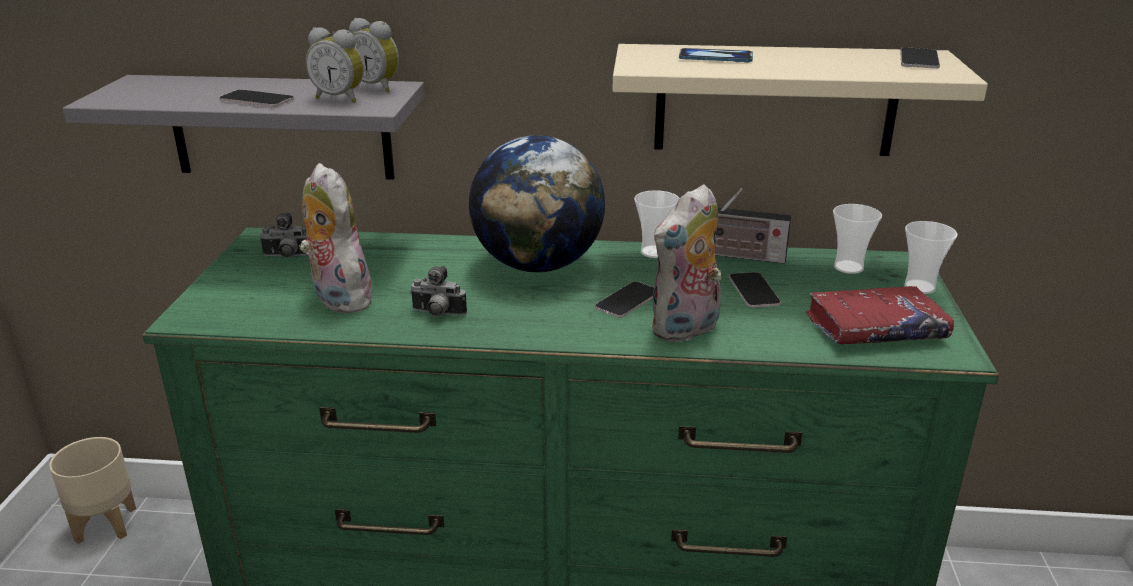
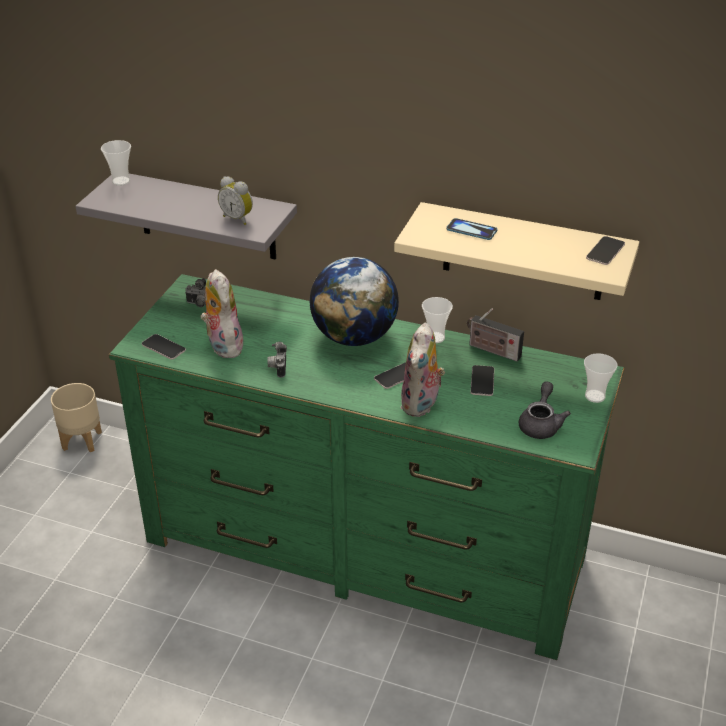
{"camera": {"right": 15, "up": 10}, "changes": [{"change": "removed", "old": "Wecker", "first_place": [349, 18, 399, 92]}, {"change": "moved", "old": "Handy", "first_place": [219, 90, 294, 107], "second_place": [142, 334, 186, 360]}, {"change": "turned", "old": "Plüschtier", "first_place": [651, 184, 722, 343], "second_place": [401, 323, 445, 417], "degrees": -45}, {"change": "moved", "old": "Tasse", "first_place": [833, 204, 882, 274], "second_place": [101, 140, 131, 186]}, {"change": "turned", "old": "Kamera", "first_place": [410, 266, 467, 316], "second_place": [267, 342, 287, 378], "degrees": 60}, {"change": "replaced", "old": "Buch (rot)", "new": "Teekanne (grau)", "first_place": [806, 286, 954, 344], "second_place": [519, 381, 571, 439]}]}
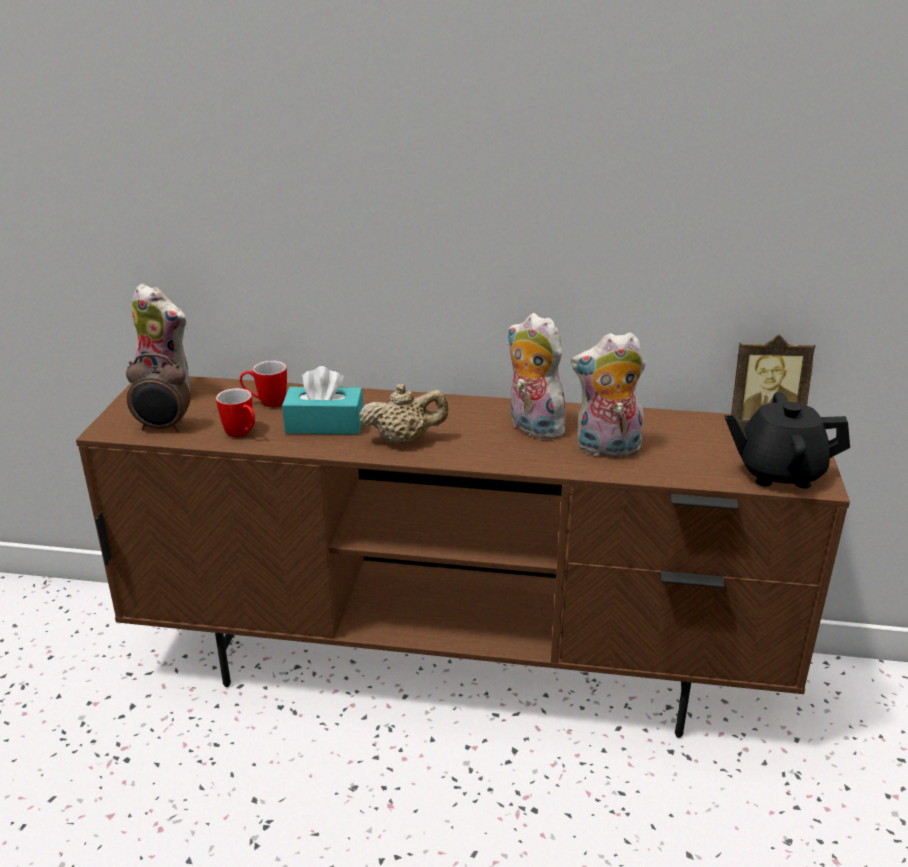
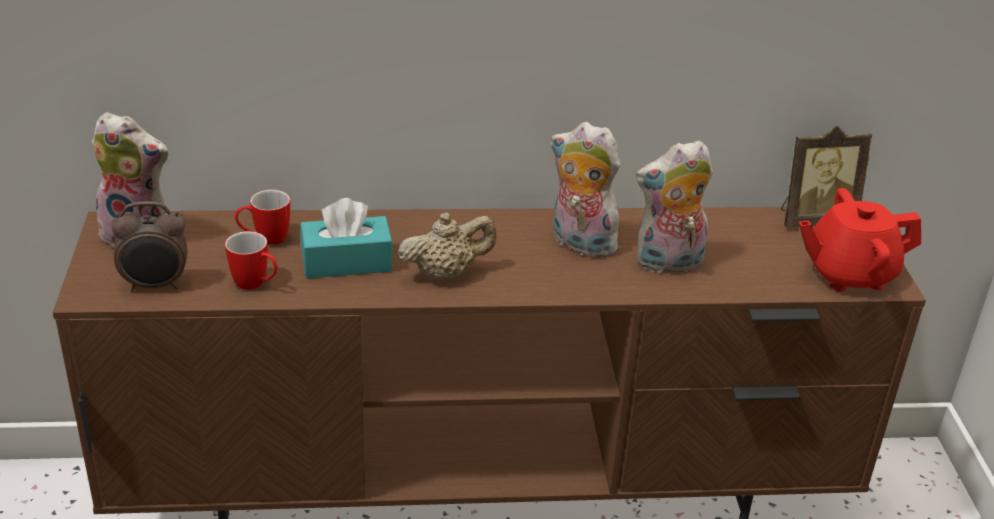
{"camera": {"right": -15, "up": 5}, "changes": [{"change": "recoloured", "old": "Teekanne (schwarz)", "new": "Teekanne (rot)", "first_place": [724, 392, 850, 488], "second_place": [799, 188, 921, 292]}]}
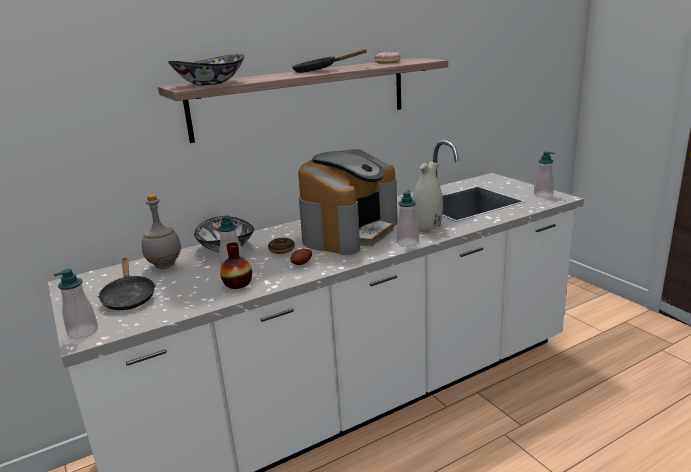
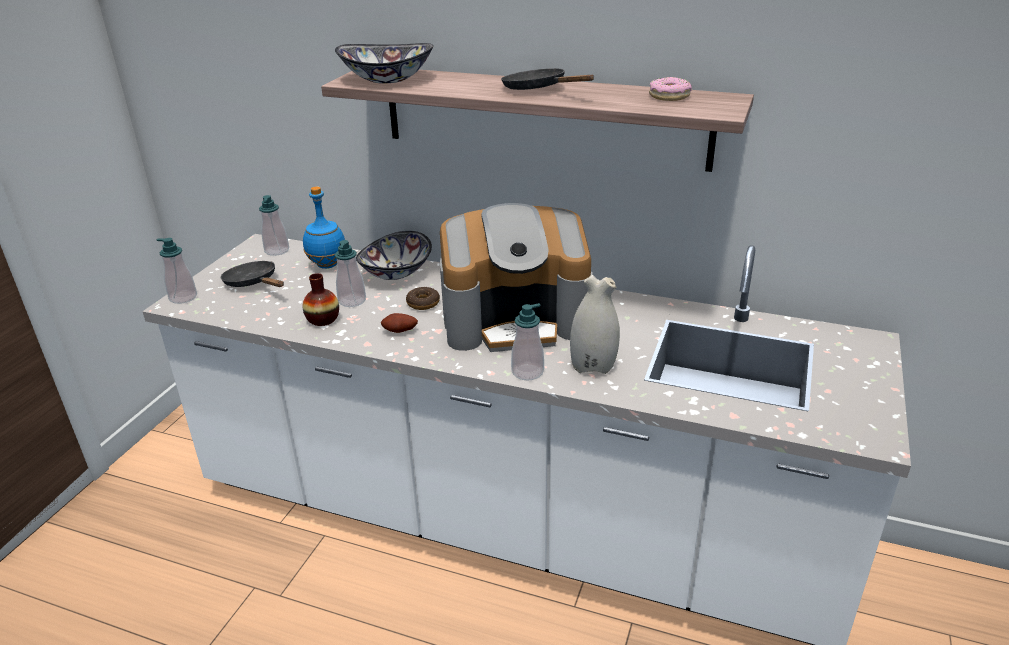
{"camera": {"right": 50, "up": 10}, "changes": [{"change": "moved", "old": "Seifenspender", "first_place": [534, 151, 554, 197], "second_place": [259, 195, 289, 256]}, {"change": "recoloured", "old": "Flasche (grau)", "new": "Flasche (blau)", "first_place": [142, 195, 182, 269], "second_place": [303, 187, 345, 269]}, {"change": "turned", "old": "Pfanne (schwarz)", "first_place": [98, 258, 156, 310], "second_place": [221, 261, 284, 287], "degrees": 105}]}
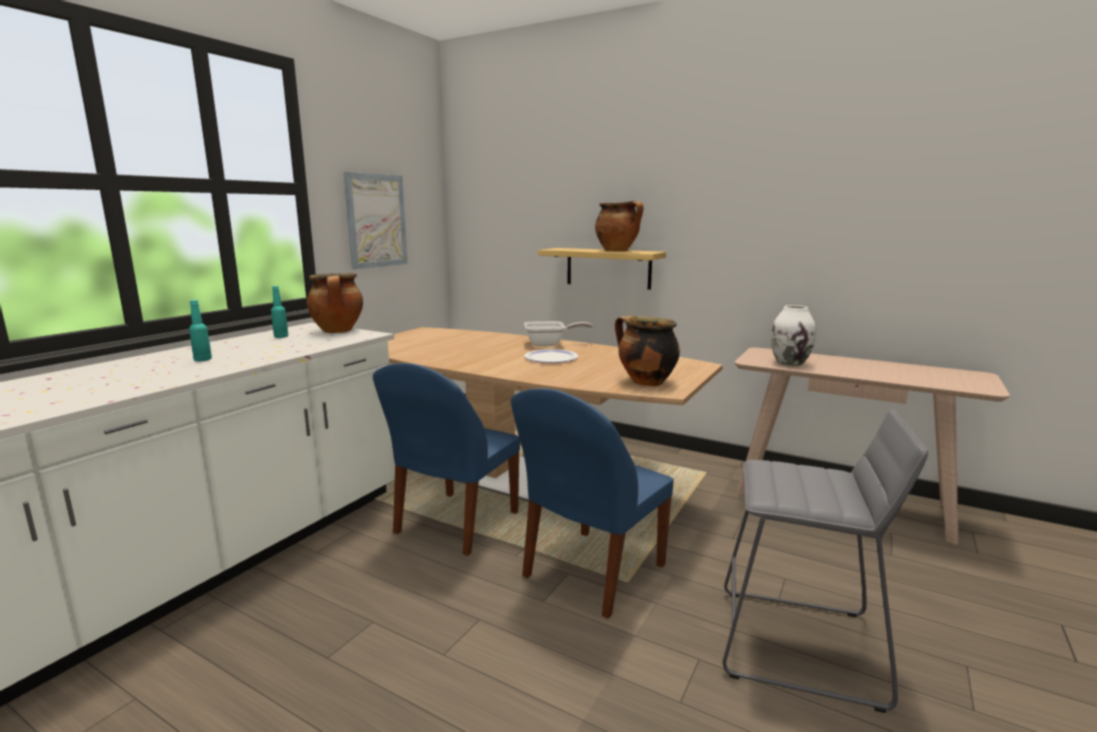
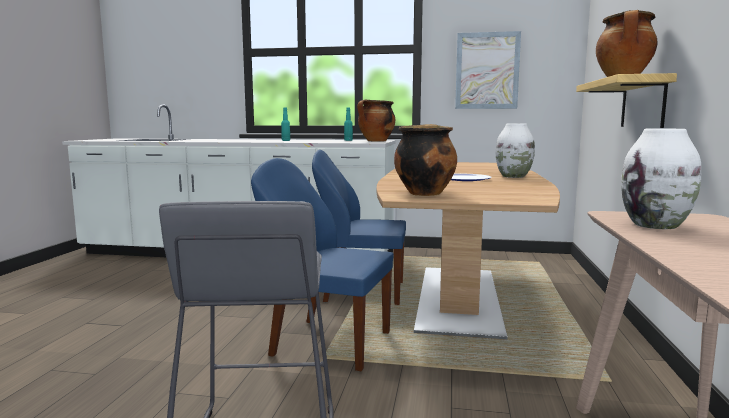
{"camera": {"right": 70, "up": -5}, "changes": [{"change": "replaced", "old": "Pfanne", "new": "Vase (weiß)", "first_place": [524, 321, 592, 347], "second_place": [496, 123, 535, 178]}]}
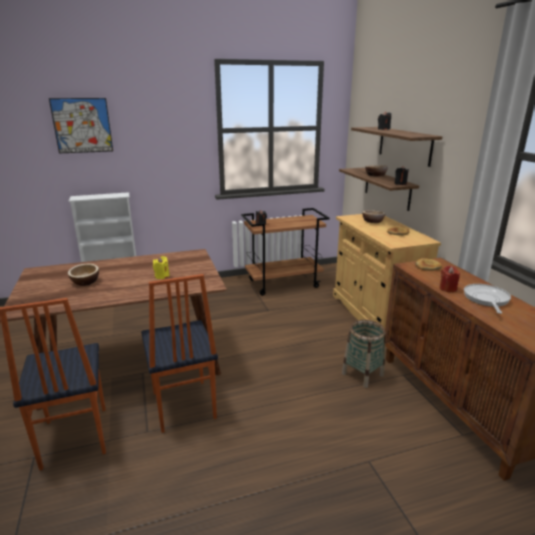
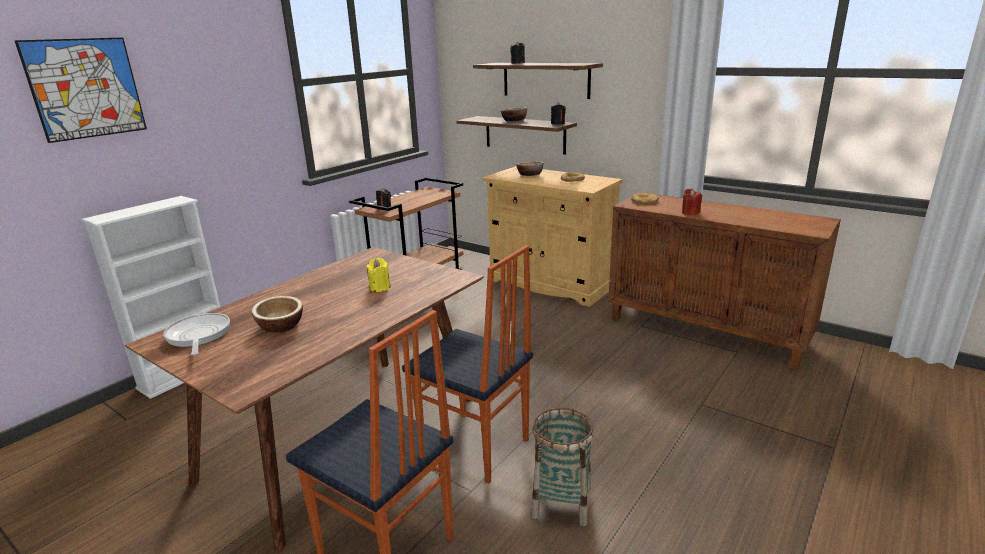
{"camera": {"right": -35, "up": 0}, "changes": [{"change": "moved", "old": "Pfanne", "first_place": [464, 284, 511, 314], "second_place": [163, 313, 230, 355]}, {"change": "moved", "old": "Korb", "first_place": [342, 320, 386, 388], "second_place": [531, 407, 594, 526]}]}
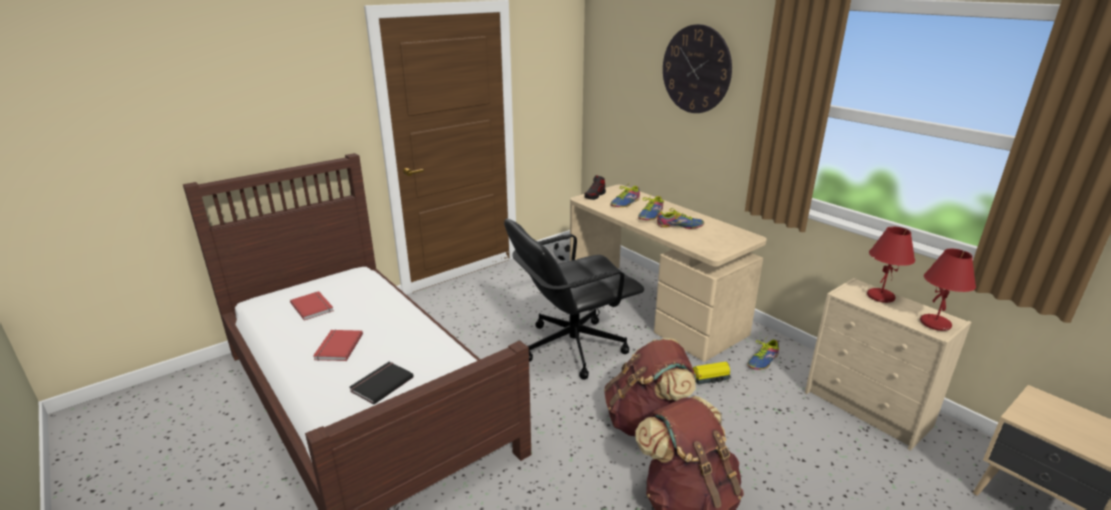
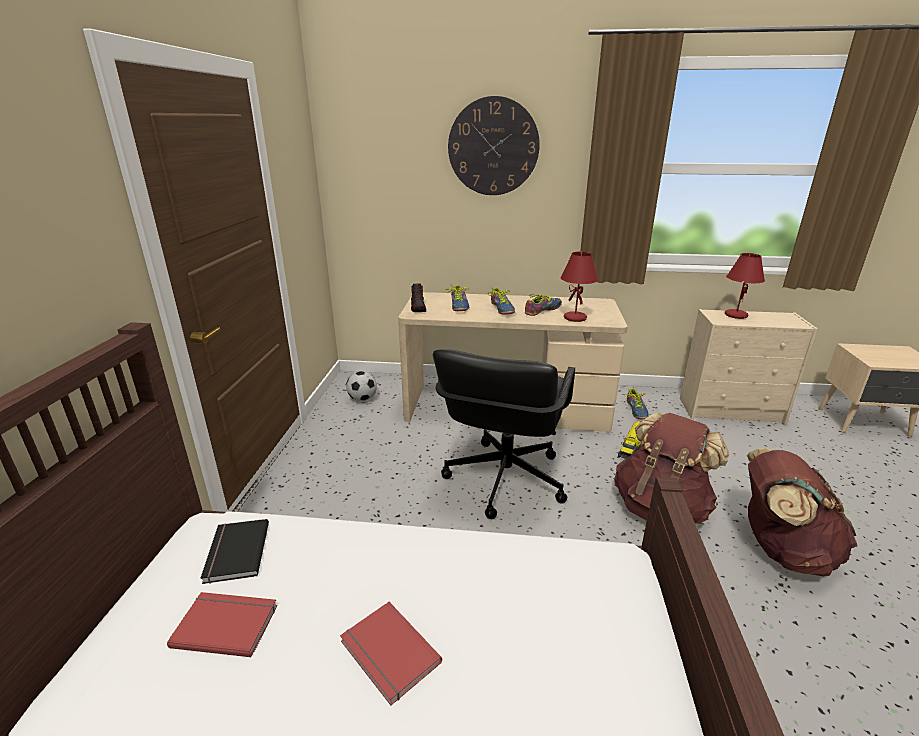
{"camera": {"right": -45, "up": 0}, "changes": [{"change": "moved", "old": "Tischlampe (rot)", "first_place": [920, 249, 976, 331], "second_place": [561, 252, 598, 322]}, {"change": "moved", "old": "Buch (schwarz)", "first_place": [349, 362, 414, 405], "second_place": [201, 519, 269, 584]}]}
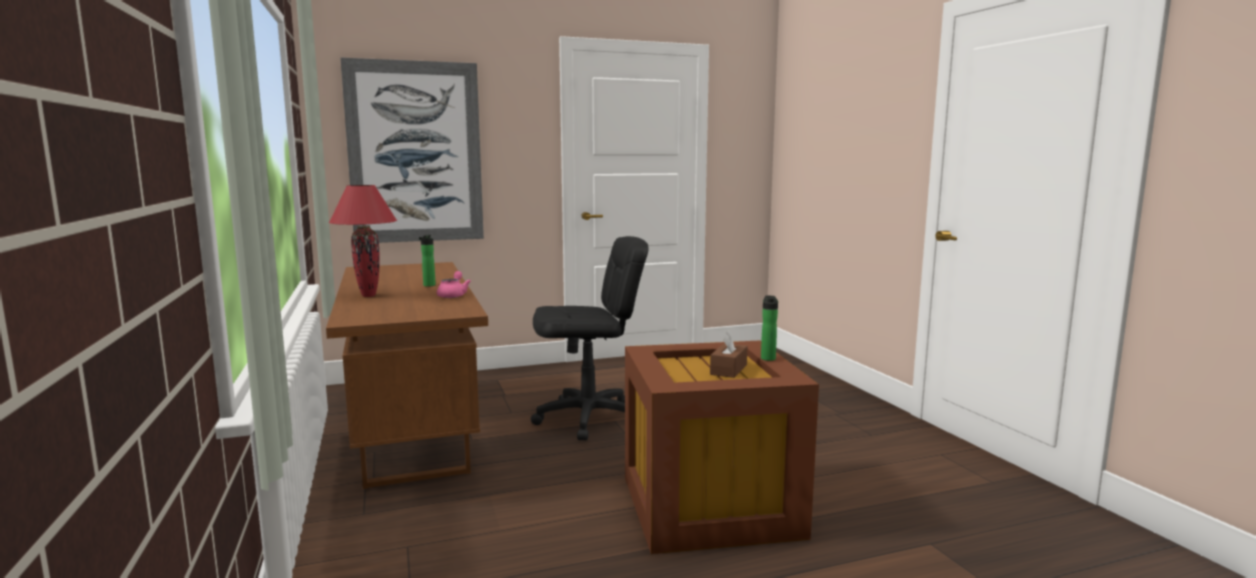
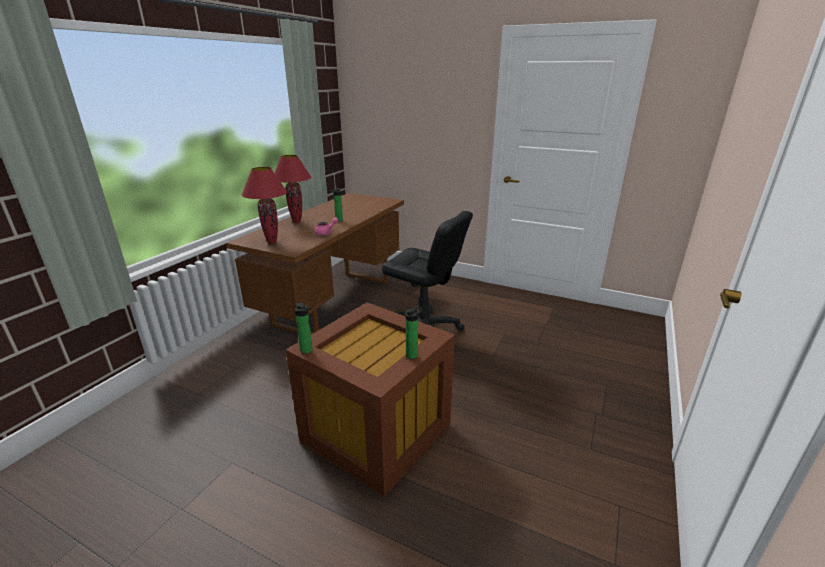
{"camera": {"right": 45, "up": 15}, "changes": [{"change": "removed", "old": "Bild", "first_place": [340, 57, 484, 243]}, {"change": "removed", "old": "Taschentuchbox (braun)", "first_place": [710, 331, 747, 378]}, {"change": "added", "new": "Tischlampe (rot)", "second_place": [242, 167, 288, 243]}, {"change": "added", "new": "Flasche", "second_place": [295, 303, 313, 353]}]}
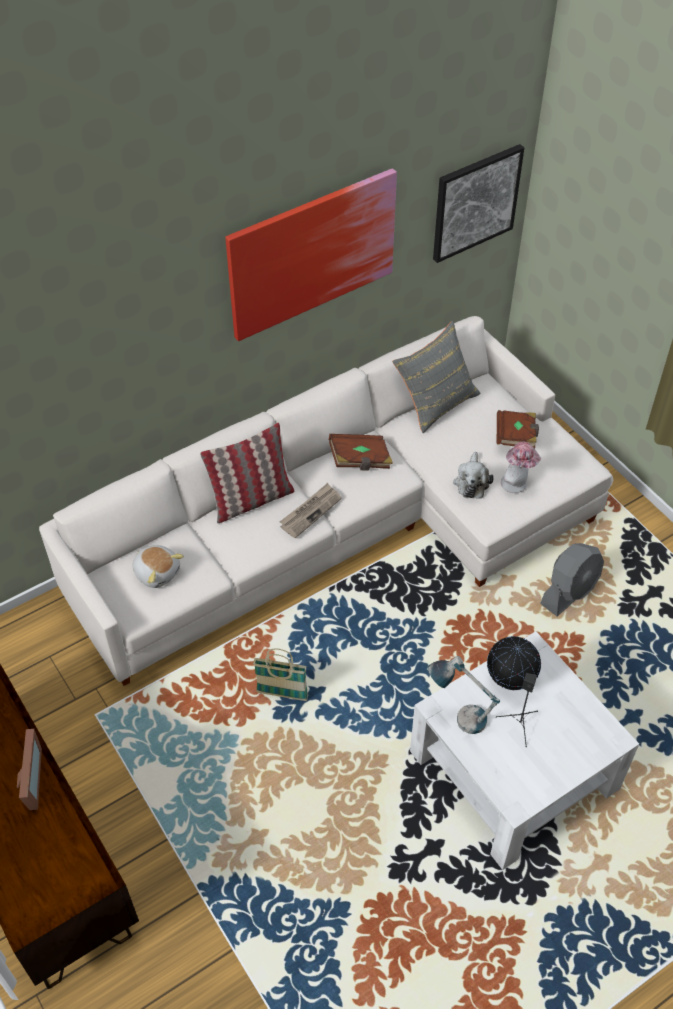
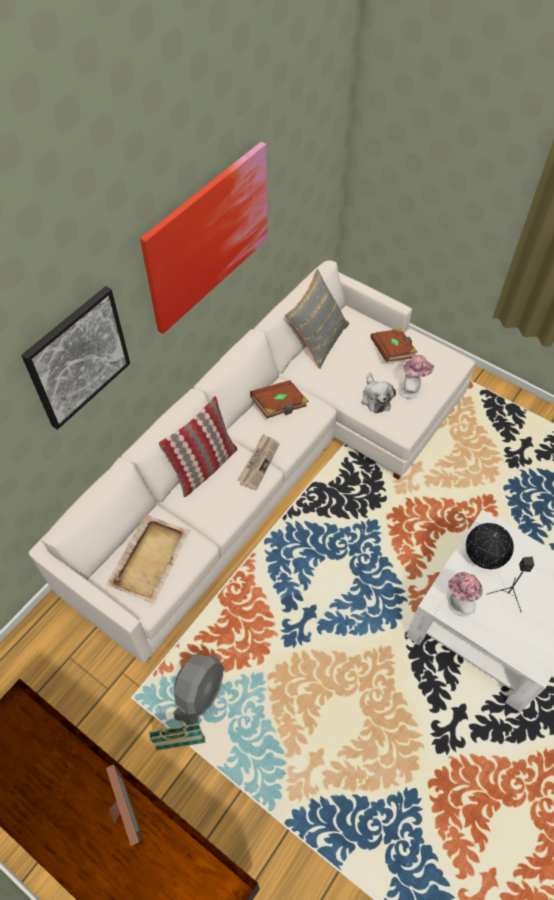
{"camera": {"right": -20, "up": 5}, "changes": [{"change": "moved", "old": "Bild", "first_place": [433, 144, 524, 263], "second_place": [21, 286, 130, 430]}, {"change": "moved", "old": "Ventilator (grau)", "first_place": [540, 543, 604, 617], "second_place": [174, 655, 225, 725]}, {"change": "replaced", "old": "Plüschtier", "new": "Tablett (beige)", "first_place": [133, 545, 184, 588], "second_place": [106, 514, 190, 604]}, {"change": "moved", "old": "Korb", "first_place": [253, 649, 308, 701], "second_place": [148, 721, 206, 750]}, {"change": "replaced", "old": "Tischlampe", "new": "Hut", "first_place": [428, 656, 500, 734], "second_place": [448, 572, 483, 616]}]}
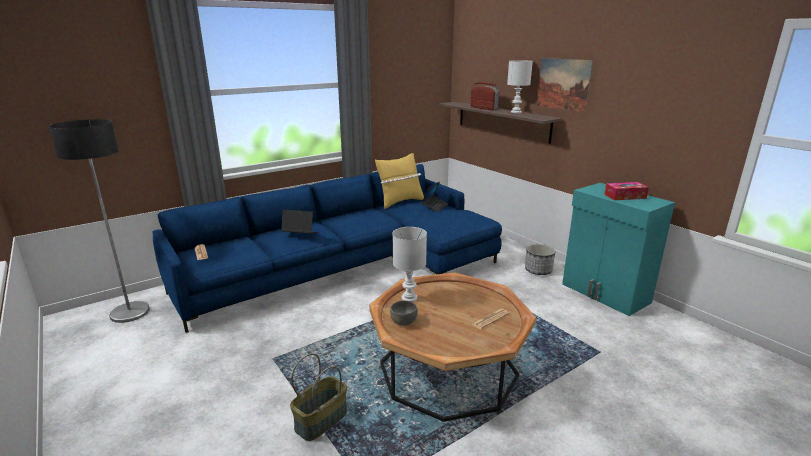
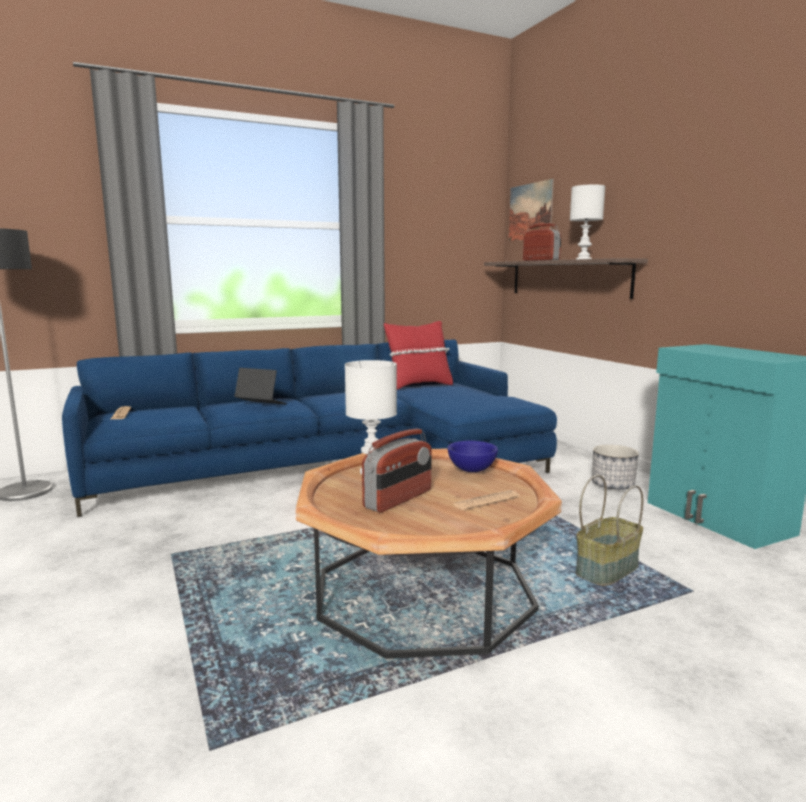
{"camera": {"right": 10, "up": -10}, "changes": [{"change": "moved", "old": "Bild", "first_place": [537, 58, 593, 112], "second_place": [509, 179, 554, 241]}, {"change": "recoloured", "old": "Kissen (gelb)", "new": "Kissen (rot)", "first_place": [375, 153, 424, 209], "second_place": [384, 321, 453, 390]}, {"change": "removed", "old": "Laptop", "first_place": [422, 181, 448, 212]}, {"change": "removed", "old": "Taschentuchbox", "first_place": [604, 182, 649, 200]}, {"change": "removed", "old": "Schüssel (grau)", "first_place": [390, 301, 418, 326]}, {"change": "moved", "old": "Korb", "first_place": [290, 353, 347, 441], "second_place": [576, 475, 643, 586]}, {"change": "added", "new": "Radio", "second_place": [362, 429, 432, 512]}, {"change": "added", "new": "Schüssel (blau)", "second_place": [448, 441, 498, 472]}]}
